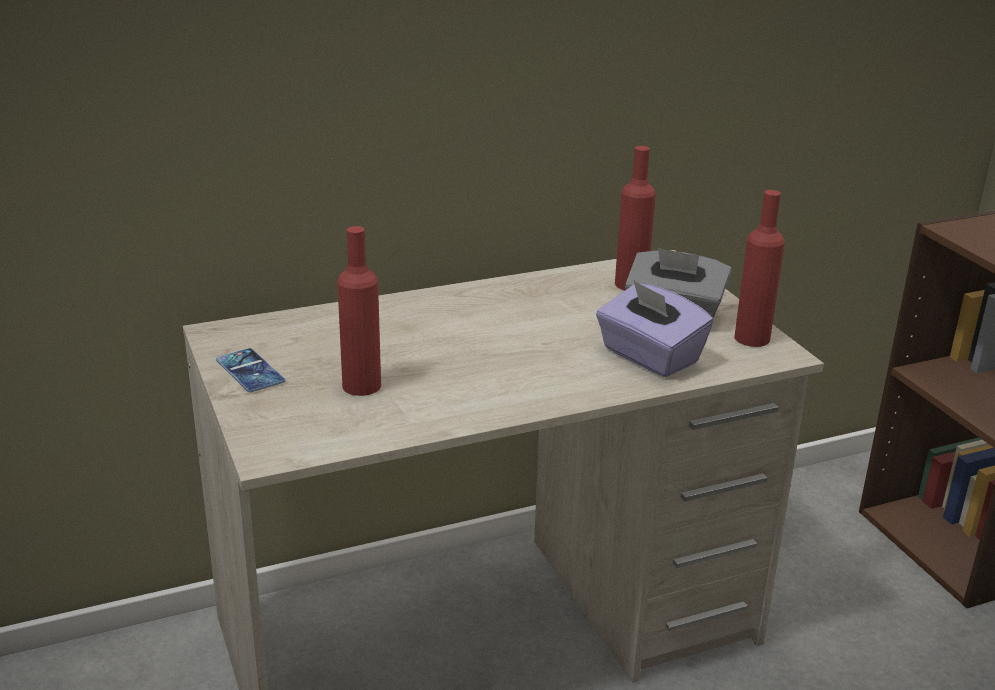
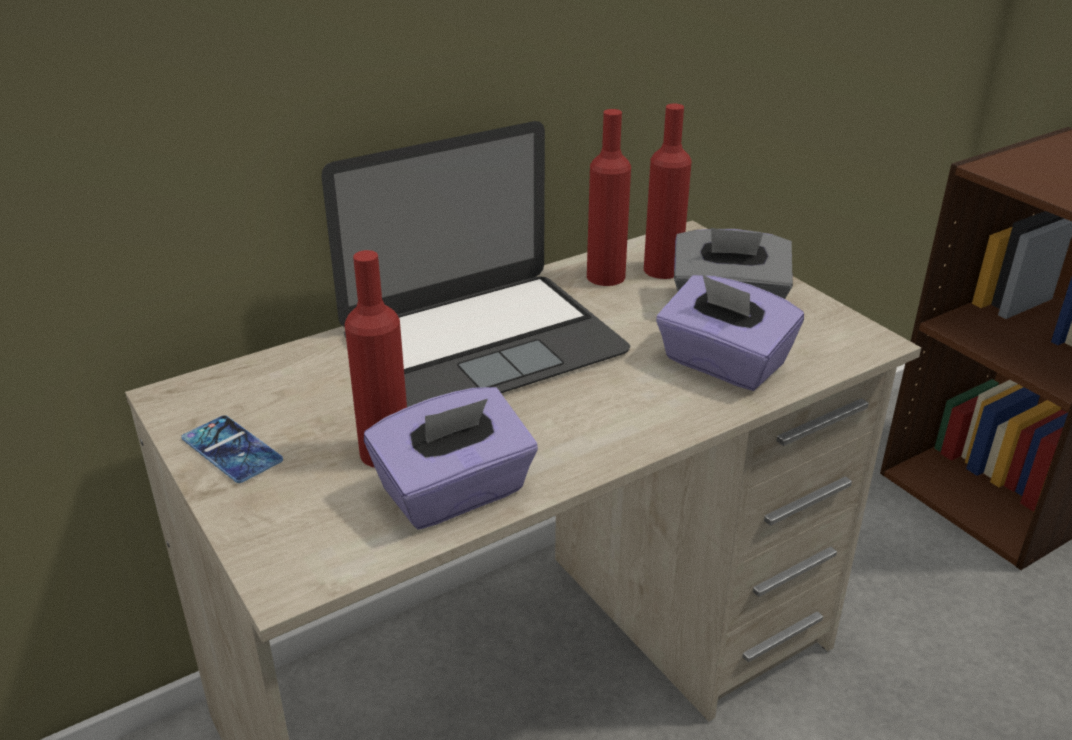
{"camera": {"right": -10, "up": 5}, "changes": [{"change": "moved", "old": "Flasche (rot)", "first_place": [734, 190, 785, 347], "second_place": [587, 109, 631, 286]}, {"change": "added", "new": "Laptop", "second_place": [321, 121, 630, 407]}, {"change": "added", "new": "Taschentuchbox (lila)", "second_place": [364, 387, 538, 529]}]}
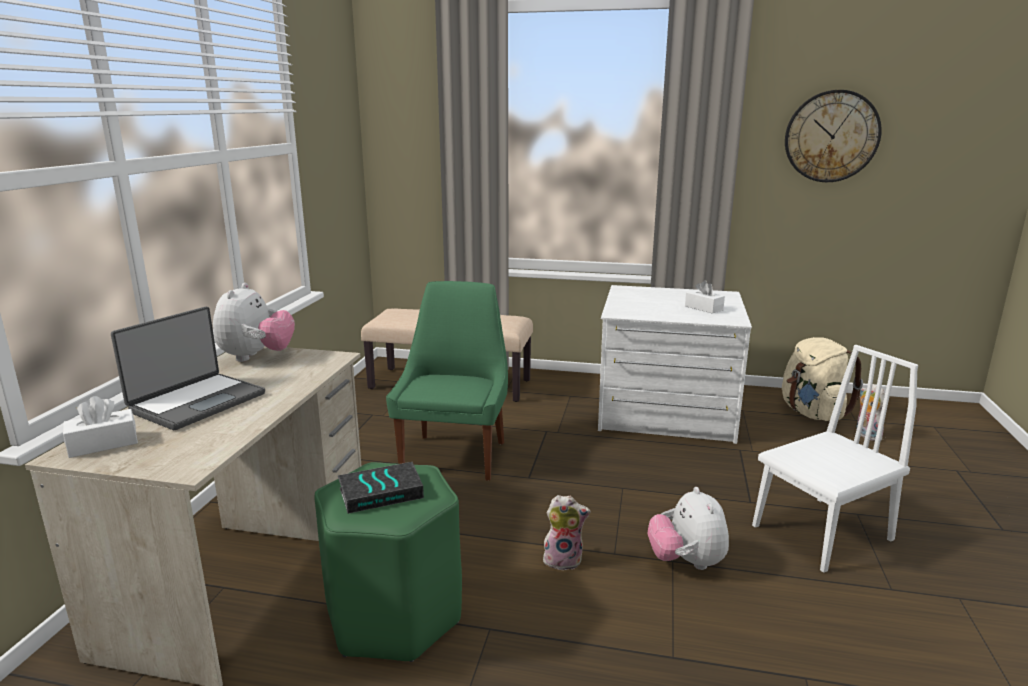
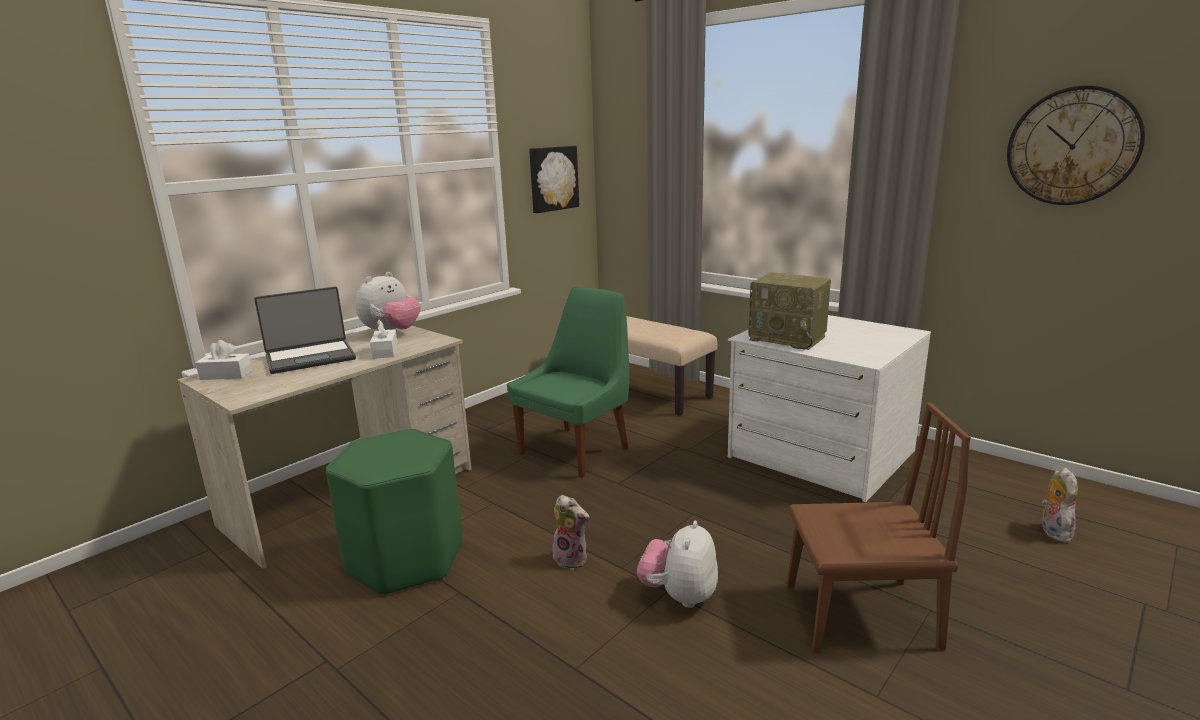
{"camera": {"right": 30, "up": 0}, "changes": [{"change": "moved", "old": "Taschentuchbox (weiß)", "first_place": [685, 280, 725, 314], "second_place": [370, 320, 398, 359]}, {"change": "removed", "old": "Rucksack (beige)", "first_place": [782, 337, 863, 421]}, {"change": "recoloured", "old": "Stuhl (weiß)", "new": "Stuhl (braun)", "first_place": [752, 345, 918, 573], "second_place": [787, 403, 971, 653]}, {"change": "removed", "old": "Buch", "first_place": [338, 462, 424, 514]}, {"change": "added", "new": "Bild", "second_place": [529, 146, 579, 213]}, {"change": "added", "new": "Radio", "second_place": [748, 272, 831, 350]}]}
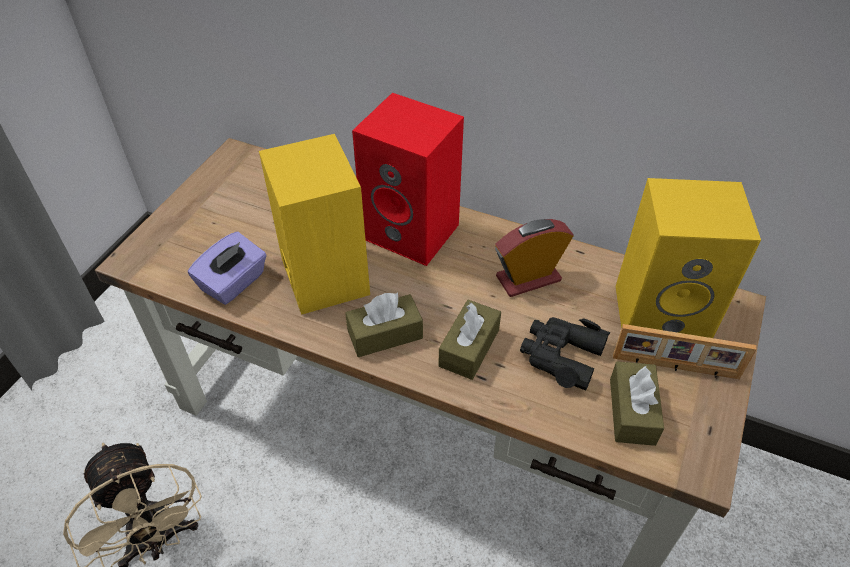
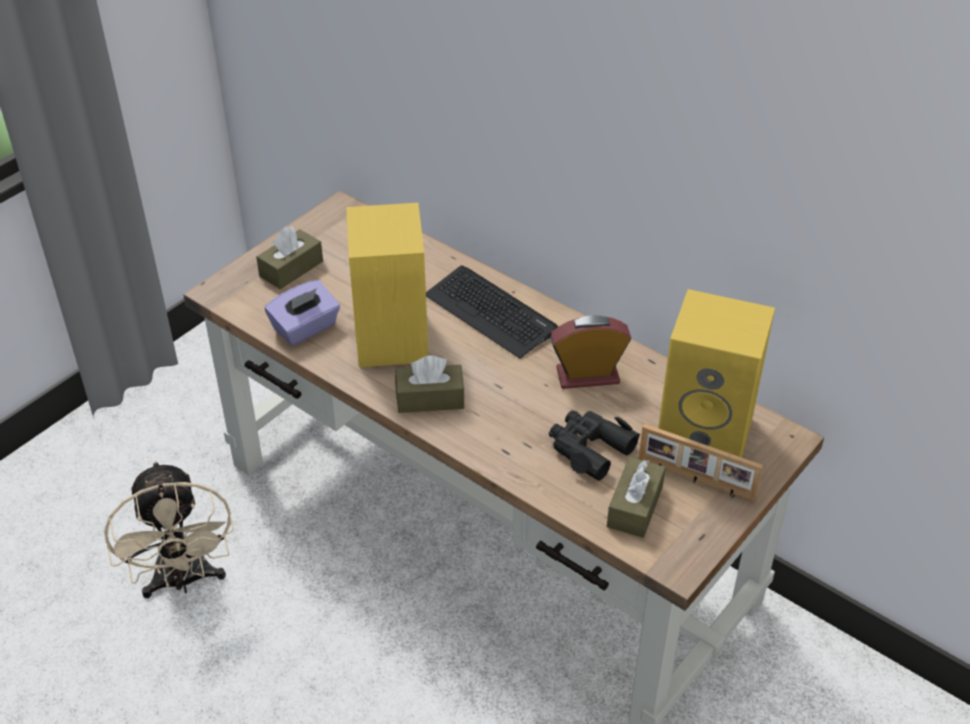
{"camera": {"right": 15, "up": -5}, "changes": [{"change": "replaced", "old": "Lautsprecher (rot)", "new": "Tastatur", "first_place": [352, 93, 464, 266], "second_place": [426, 265, 559, 359]}, {"change": "moved", "old": "Taschentuchbox (braun)", "first_place": [438, 300, 501, 380], "second_place": [256, 226, 323, 289]}]}
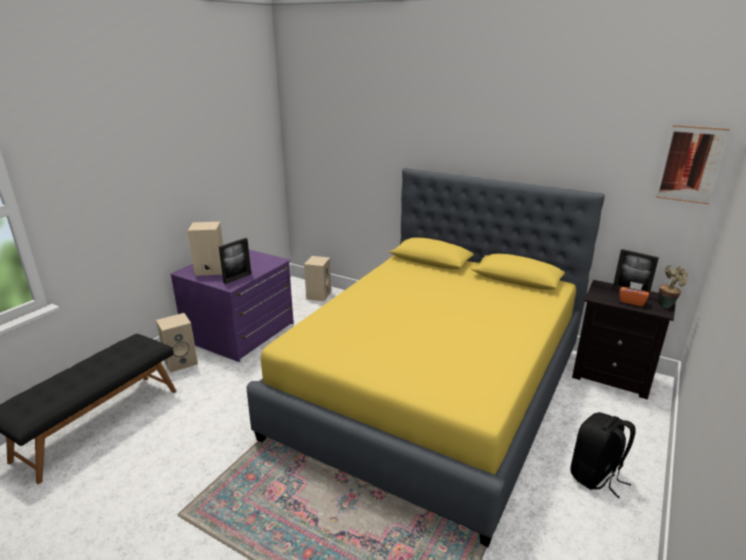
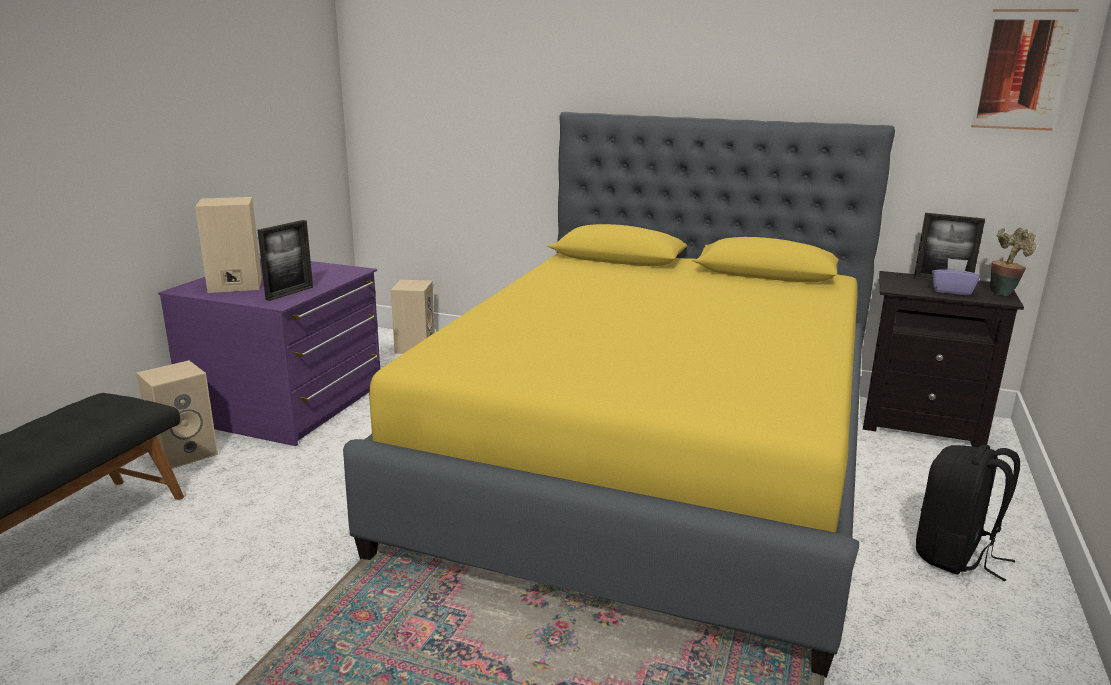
{"camera": {"right": -10, "up": -5}, "changes": [{"change": "recoloured", "old": "Taschentuchbox (orange)", "new": "Taschentuchbox (lila)", "first_place": [619, 282, 649, 307], "second_place": [932, 258, 980, 295]}]}
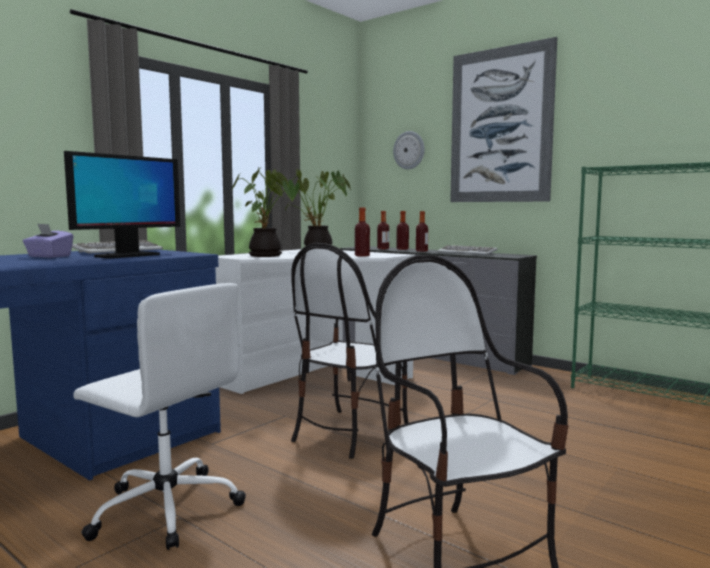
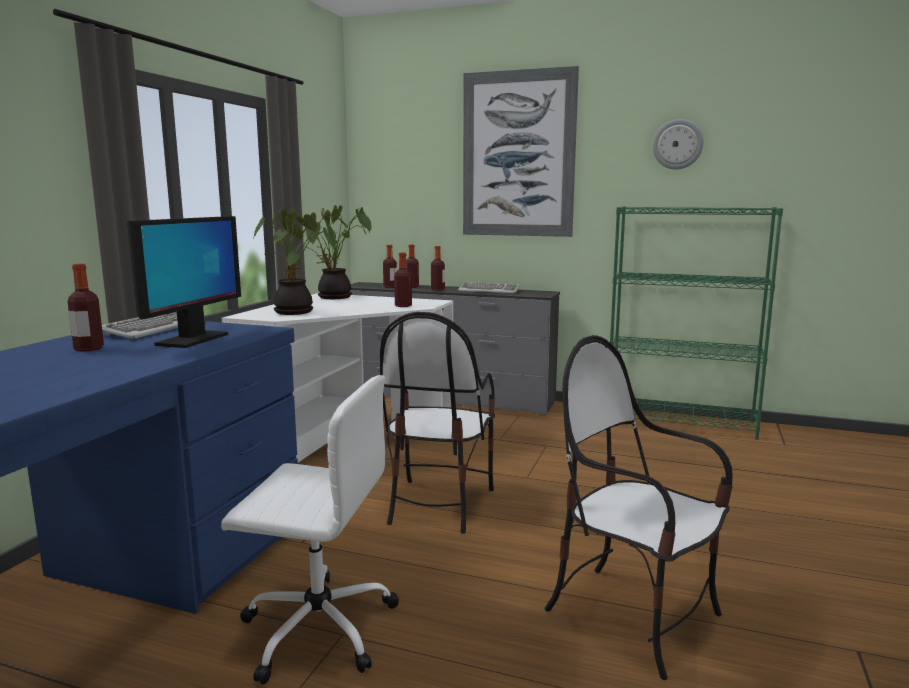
{"camera": {"right": -20, "up": 5}, "changes": [{"change": "moved", "old": "Wanduhr", "first_place": [393, 131, 425, 169], "second_place": [653, 119, 704, 170]}, {"change": "replaced", "old": "Taschentuchbox (lila)", "new": "Flasche", "first_place": [23, 224, 74, 258], "second_place": [68, 264, 104, 352]}]}
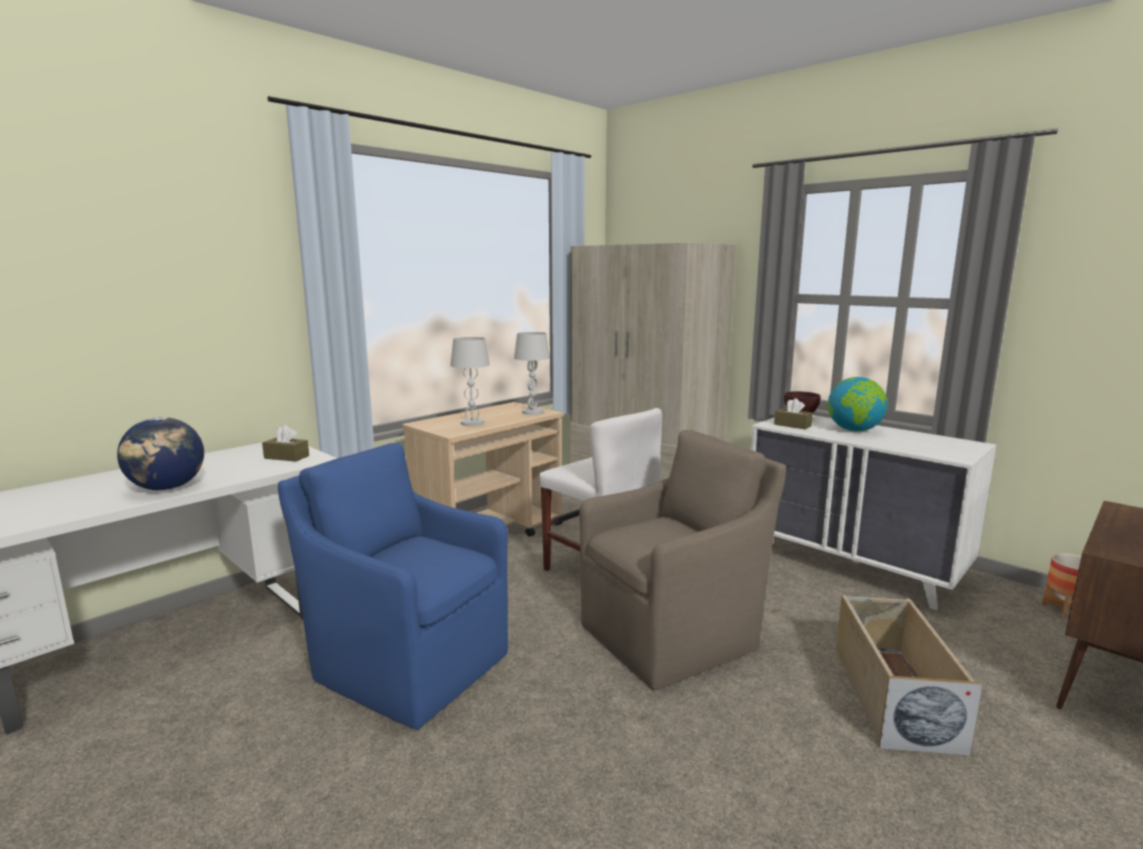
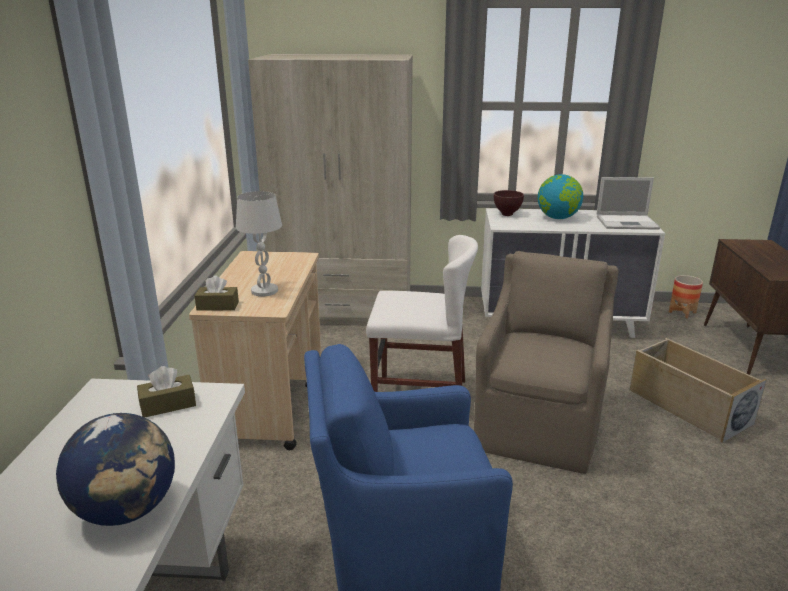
{"camera": {"right": -40, "up": 10}, "changes": [{"change": "removed", "old": "Tischlampe (weiß)", "first_place": [514, 332, 550, 415]}, {"change": "moved", "old": "Taschentuchbox (braun)", "first_place": [774, 398, 813, 429], "second_place": [194, 276, 239, 311]}, {"change": "added", "new": "Laptop", "second_place": [597, 177, 660, 230]}]}
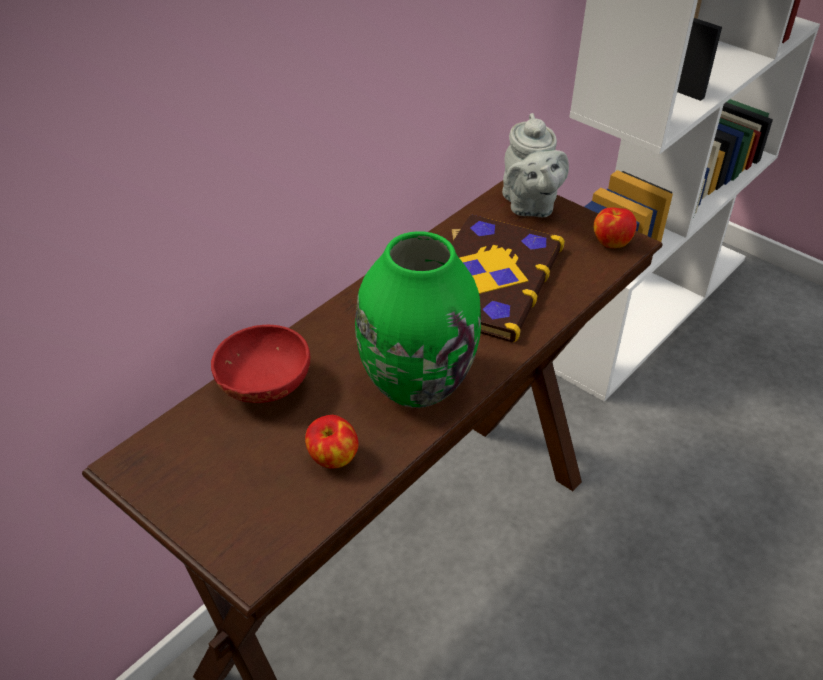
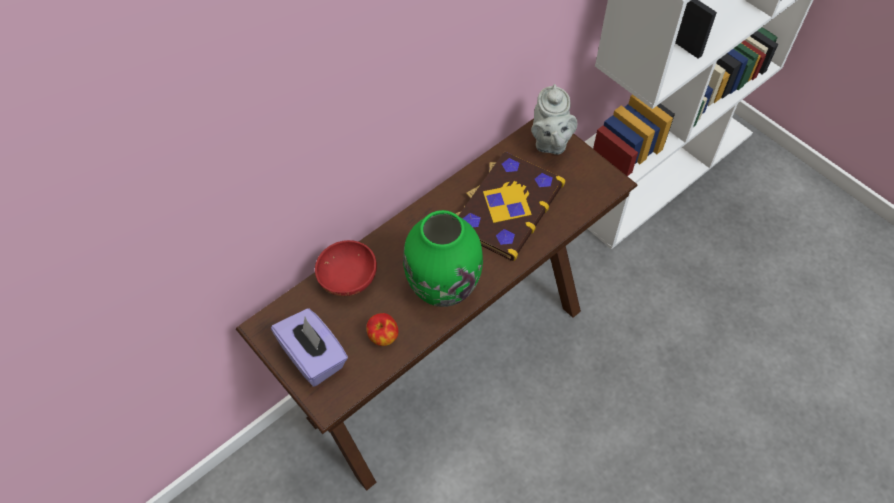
{"camera": {"right": 10, "up": 15}, "changes": [{"change": "removed", "old": "Apfel", "first_place": [594, 207, 637, 248]}, {"change": "added", "new": "Taschentuchbox (lila)", "second_place": [271, 308, 348, 387]}]}
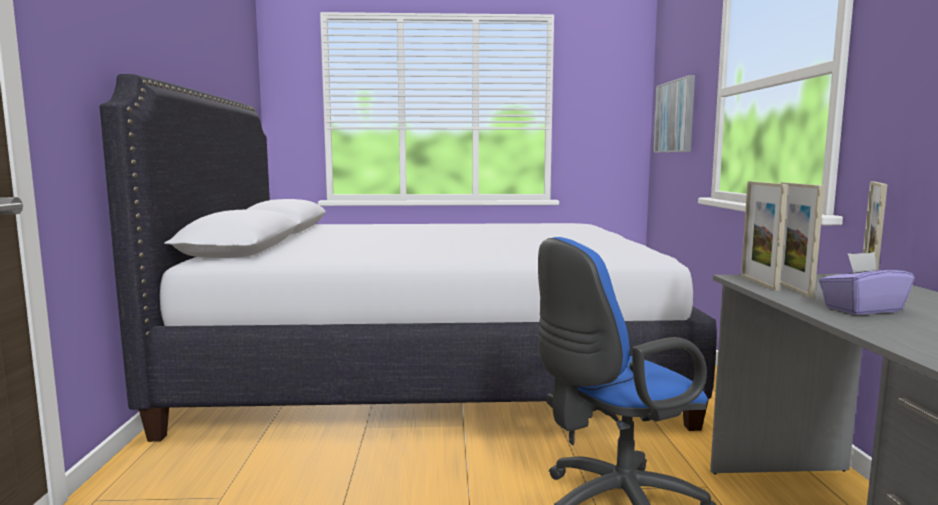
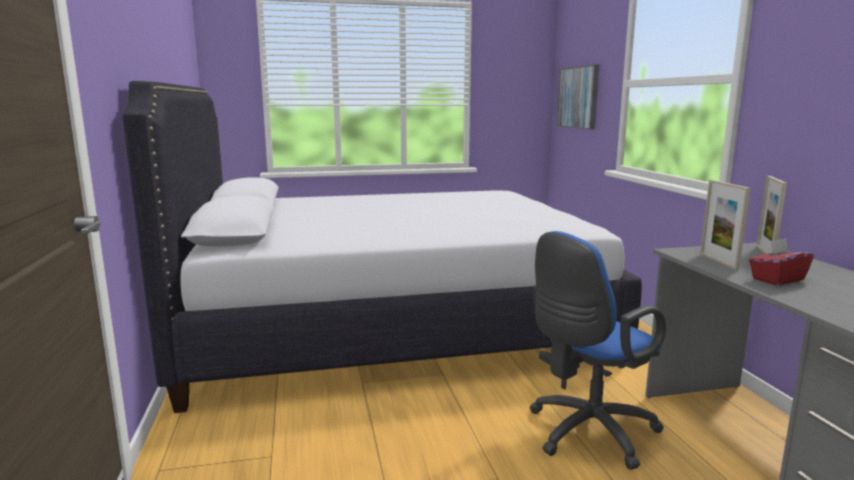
{"camera": {"right": -10, "up": 5}, "changes": [{"change": "removed", "old": "Bilderrahmen", "first_place": [741, 181, 788, 291]}, {"change": "recoloured", "old": "Taschentuchbox (lila)", "new": "Taschentuchbox (rot)", "first_place": [819, 252, 914, 315], "second_place": [749, 238, 814, 286]}]}
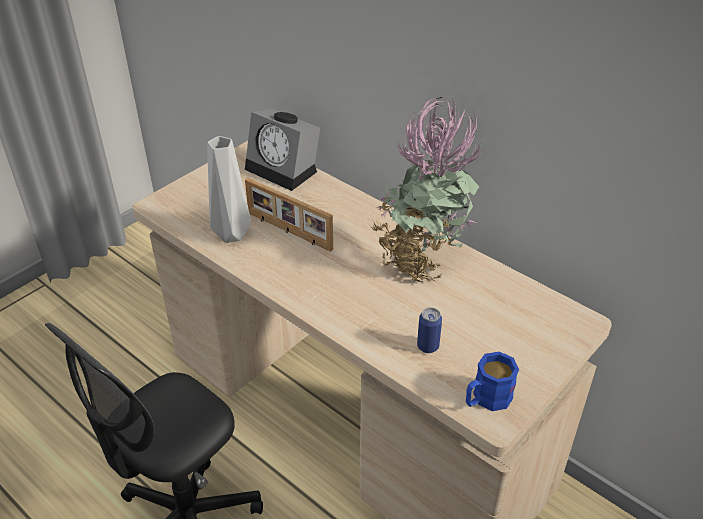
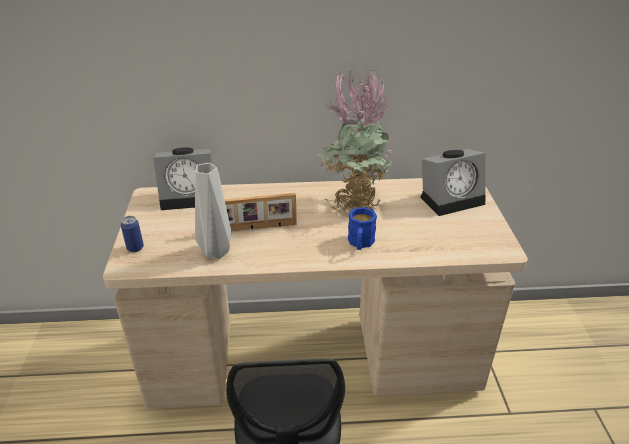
{"camera": {"right": -45, "up": -5}, "changes": [{"change": "moved", "old": "Dose", "first_place": [417, 307, 442, 353], "second_place": [121, 216, 144, 252]}, {"change": "moved", "old": "Henkelbecher (blau)", "first_place": [466, 352, 519, 411], "second_place": [348, 207, 377, 250]}, {"change": "added", "new": "Wecker", "second_place": [420, 149, 485, 216]}]}
